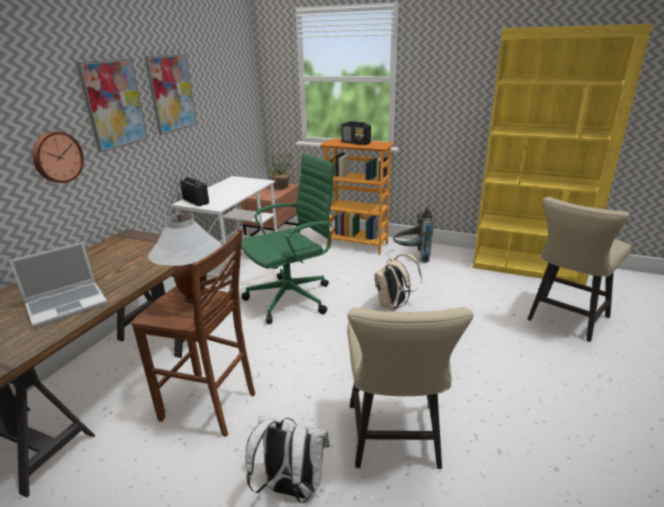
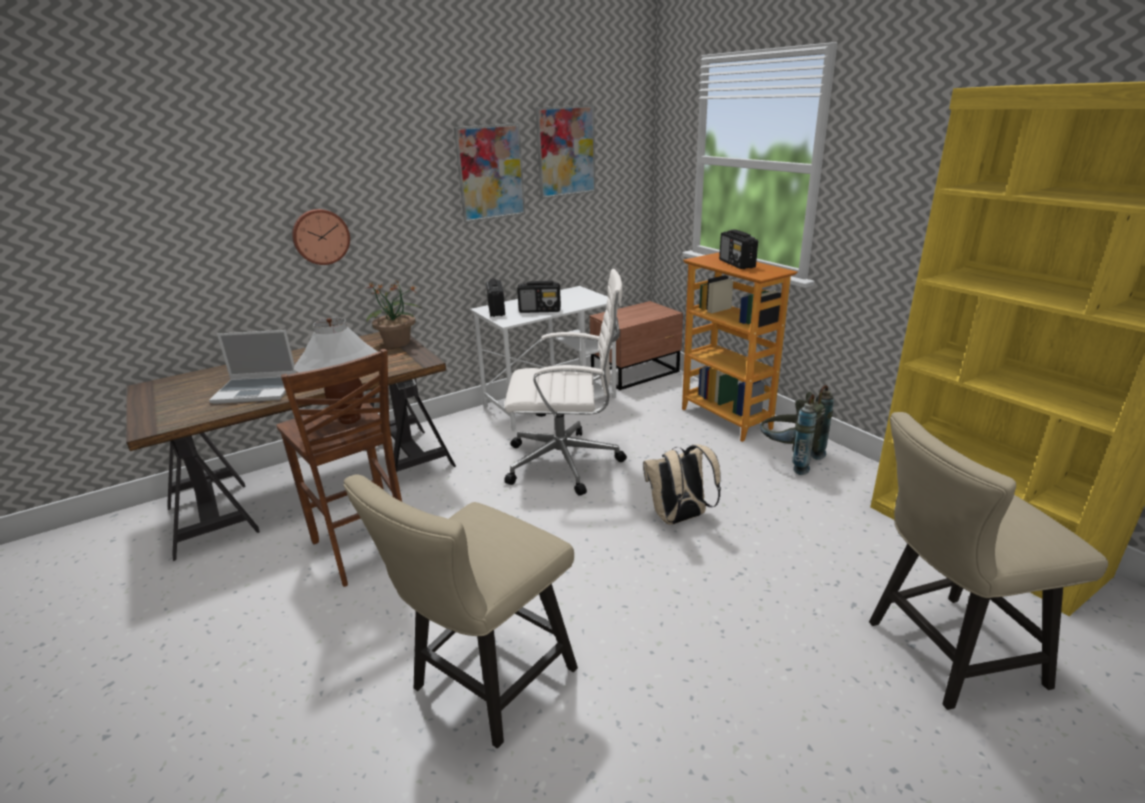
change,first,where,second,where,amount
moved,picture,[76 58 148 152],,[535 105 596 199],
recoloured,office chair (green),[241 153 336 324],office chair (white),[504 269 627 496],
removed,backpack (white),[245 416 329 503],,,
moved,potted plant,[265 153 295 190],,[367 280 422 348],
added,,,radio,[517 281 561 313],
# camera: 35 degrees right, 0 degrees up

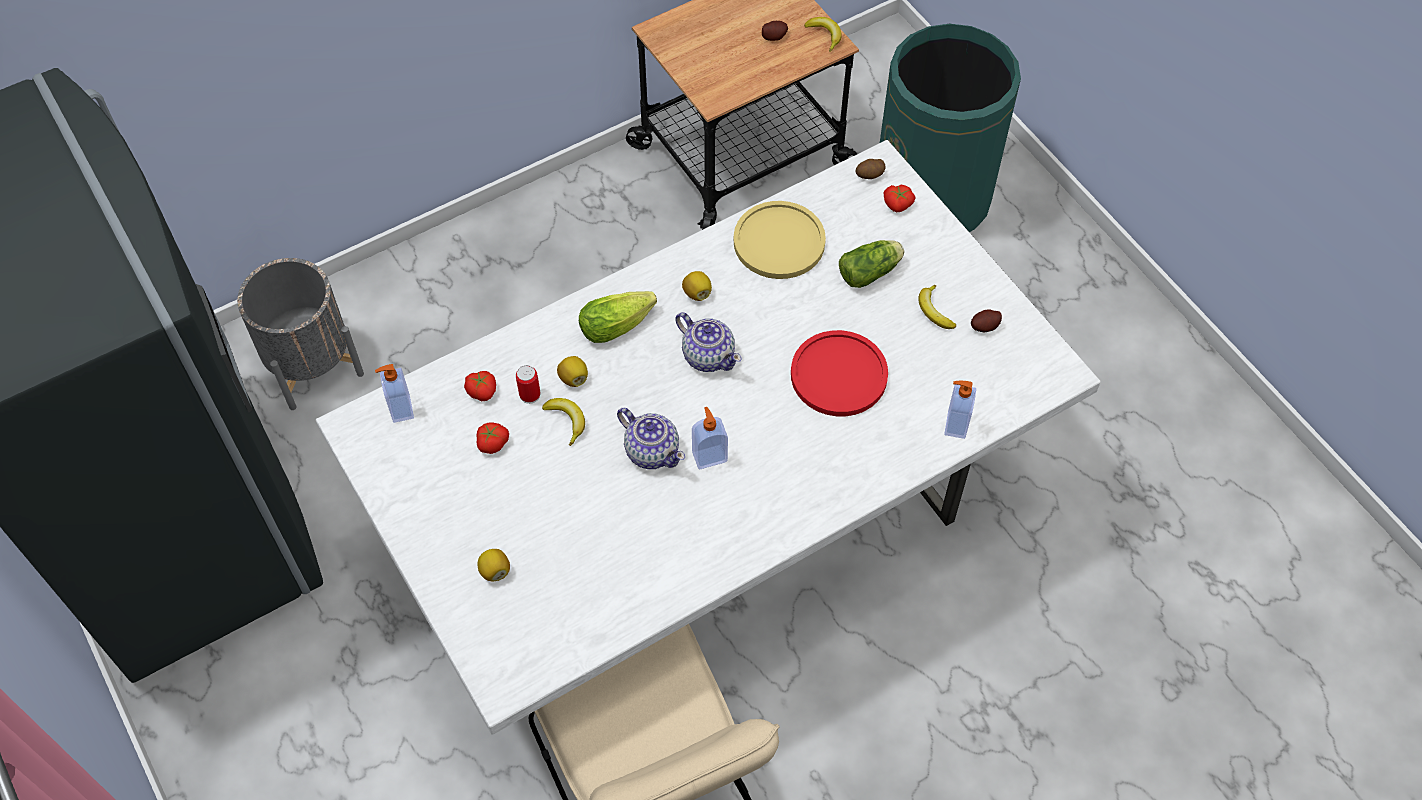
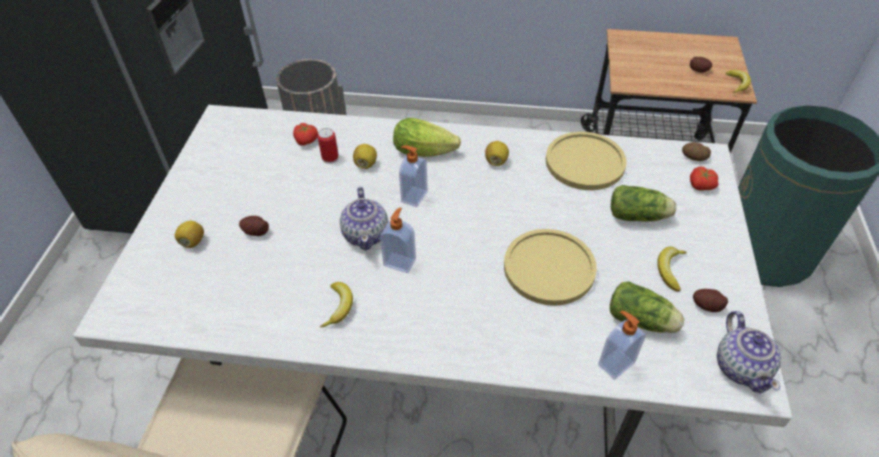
change,first,where,second,where,amount
moved,soap dispenser,[375 364 414 423],,[399 145 428 207],
removed,tomato,[476 423 509 454],,,
moved,banana,[542 398 585 446],,[320 282 353 327],
moved,teapot,[675 312 742 372],,[717 311 781 393],
recoloured,plate (red),[791 330 888 416],plate (yellow),[504 229 597 306],
added,,,potato,[239 216 269 236],
added,,,lettuce,[610 281 684 333],
# camera: 40 degrees right, 10 degrees down

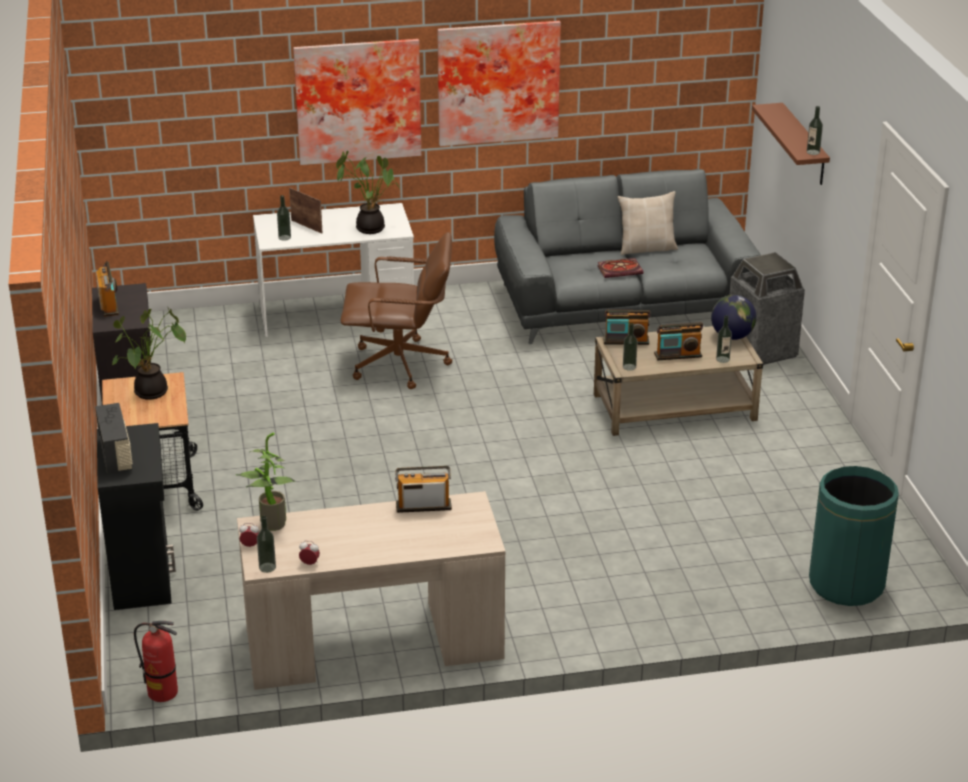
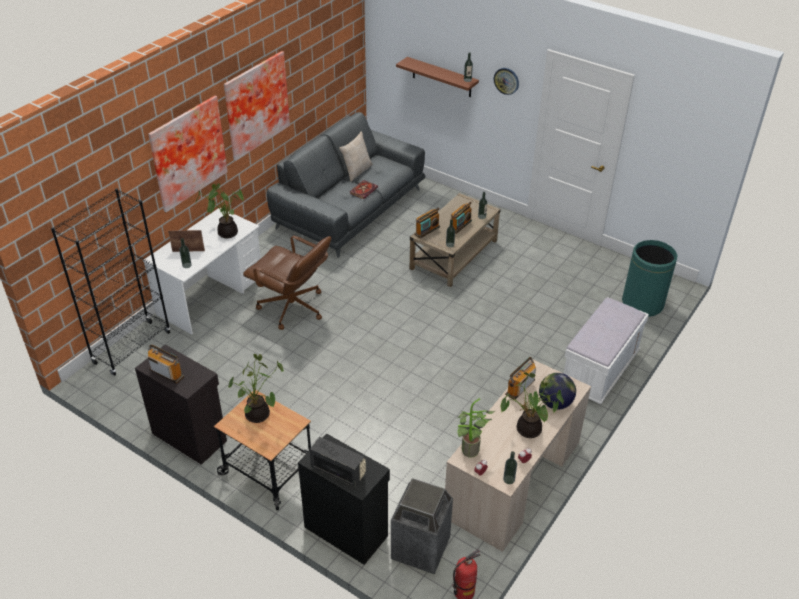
change,first,where,second,where,amount
turned,office chair (brown),[340 232 452 389],,[243 236 331 330],75 degrees clockwise
moved,globe,[711 295 757 340],,[539 373 576 410],
moved,trash can,[730 252 805 365],,[391 478 453 574],
added,,,bookcase (black),[51 189 171 376],
added,,,wall clock,[494 68 519 95],
added,,,potted plant,[501 372 564 438],
added,,,bench (white),[564 297 649 404],
# camera: 45 degrees left, 10 degrees up

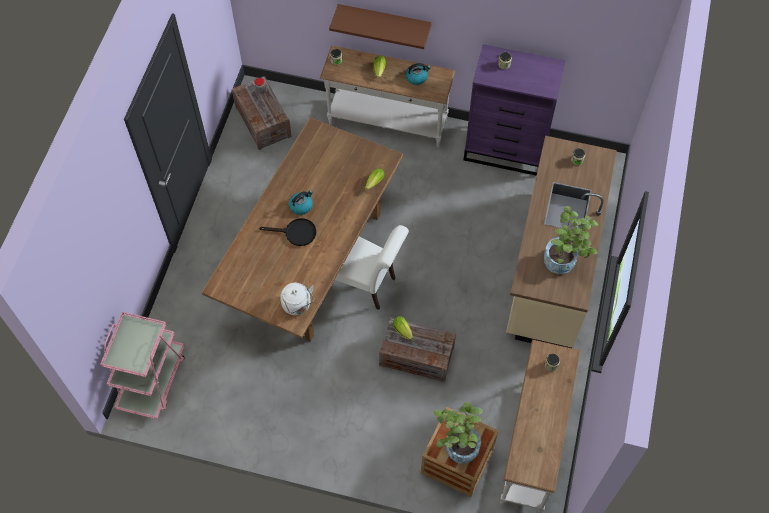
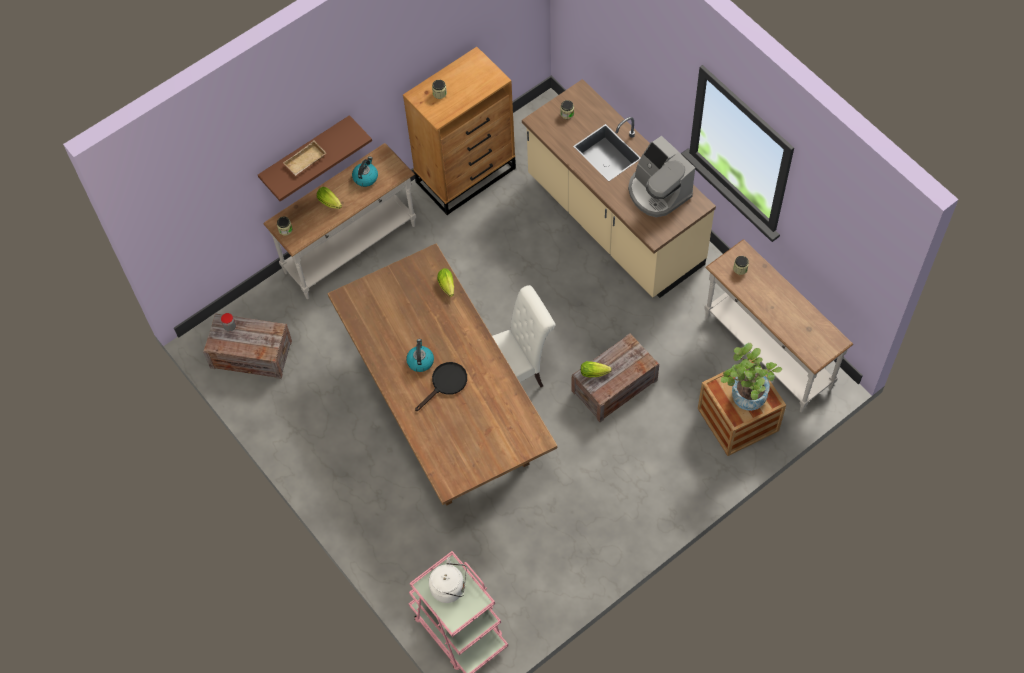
change,first,where,second,where,amount
moved,kettle (white),[280 283 314 315],,[429 557 467 603],
recoloured,dresser (purple),[464 44 565 176],dresser (brown),[403 47 516 215],
replaced,potted plant,[544 206 598 274],coffee machine,[628 136 695 217],
added,,,tray (beige),[283 141 326 176],
# camera: 50 degrees left, 0 degrees up

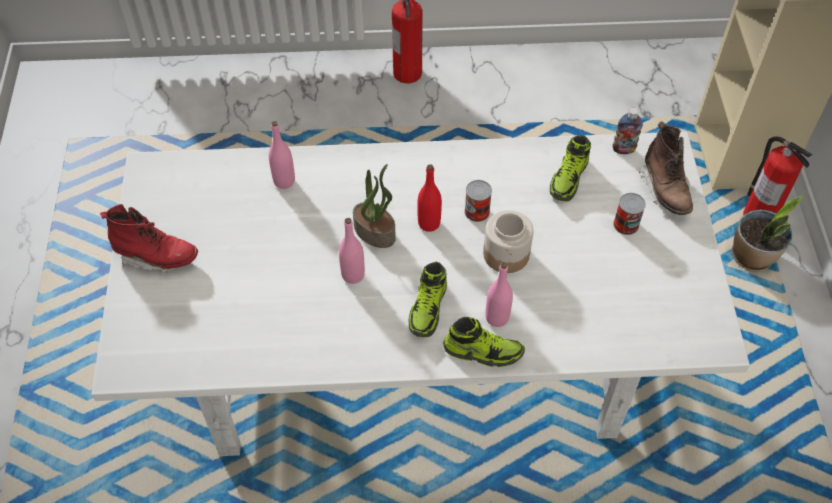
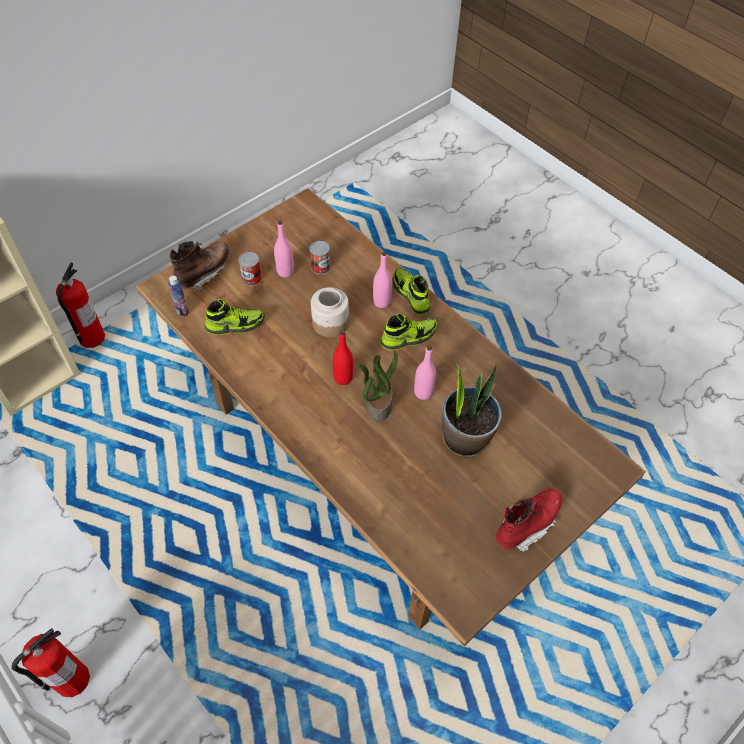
change,first,where,second,where,amount
recoloured,dining table (white),[91 132 750 456],dining table (brown),[136 188 646 646],
turned,boot (red),[100 204 198 273],,[496 488 563 553],75 degrees clockwise
moved,bottle (pink),[269 121 295 189],,[274 221 294 277],
moved,can,[464 180 492 222],,[310 241 330 274],
moved,potted plant,[732 195 805 271],,[442 363 502 457],
# camera: 130 degrees left, 0 degrees up

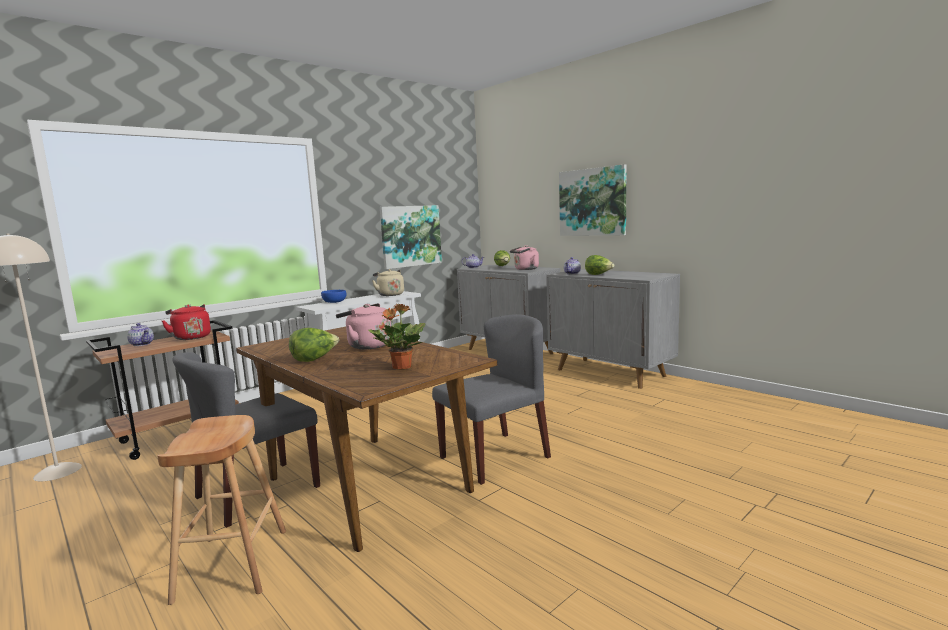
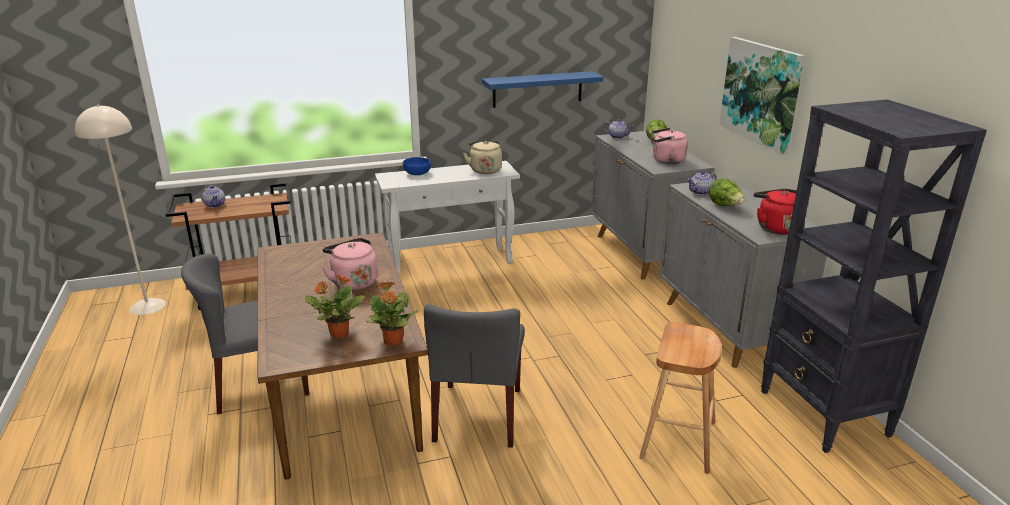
change,first,where,second,where,amount
moved,stool (brown),[157 415 286 605],,[639 322 722 474],
moved,kettle (red),[162 304 211 340],,[754 189 797 235],
removed,lettuce,[289 328 339 362],,,
replaced,picture,[380 205 442 269],shelf (blue),[482 71 603 108],
turned,chair (grey),[432 314 551 485],,[424 304 525 448],105 degrees clockwise
added,,,potted plant,[366 281 419 345],
added,,,bookcase (black),[761 99 987 453],
# camera: 25 degrees right, 15 degrees up

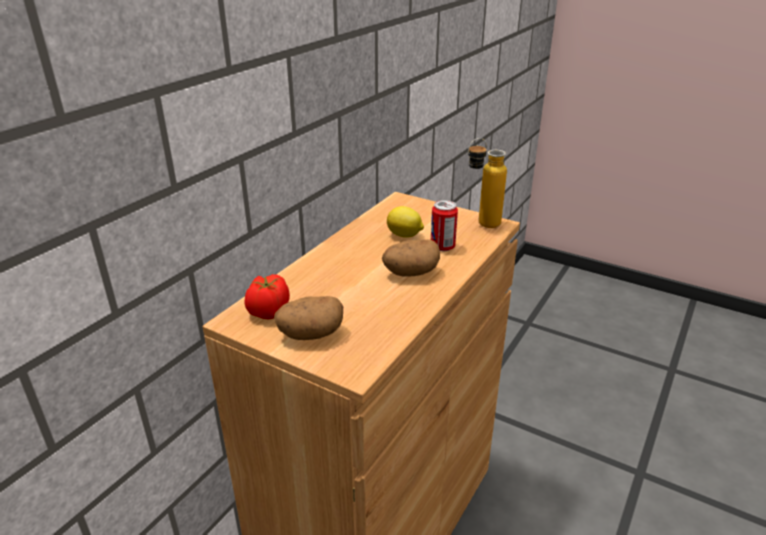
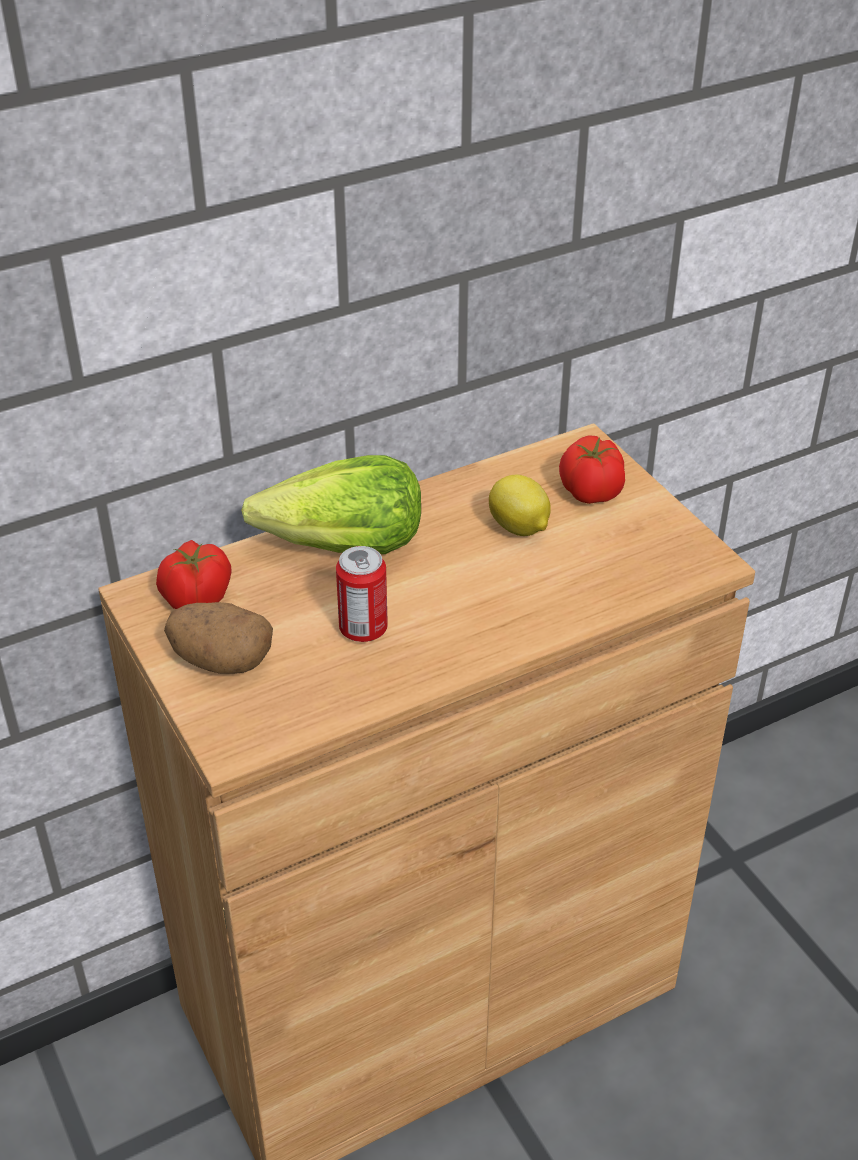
change,first,where,second,where,amount
removed,potato,[382 240 440 277],,,
moved,can,[431 200 458 251],,[336 546 388 642],
removed,bottle,[468 138 507 228],,,
added,,,lettuce,[241 455 421 554],
added,,,tomato,[559 435 625 504],
# camera: 30 degrees right, 10 degrees up

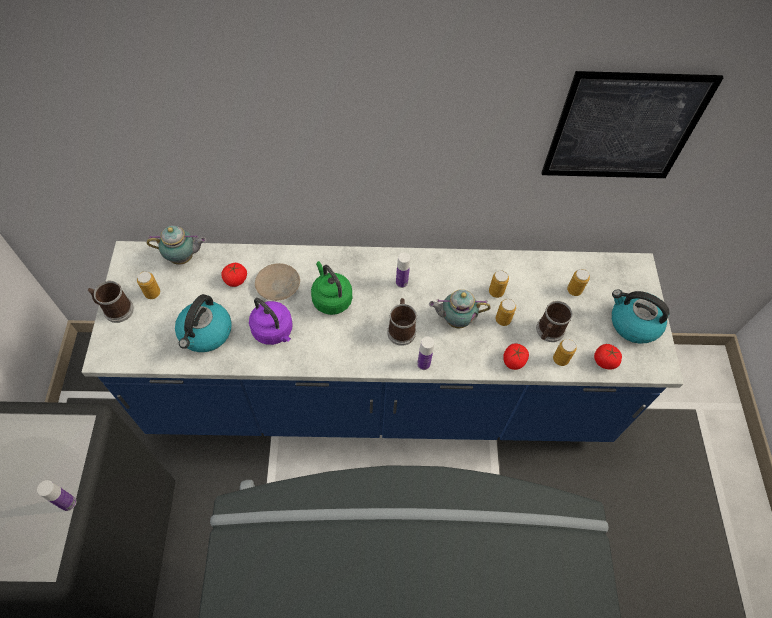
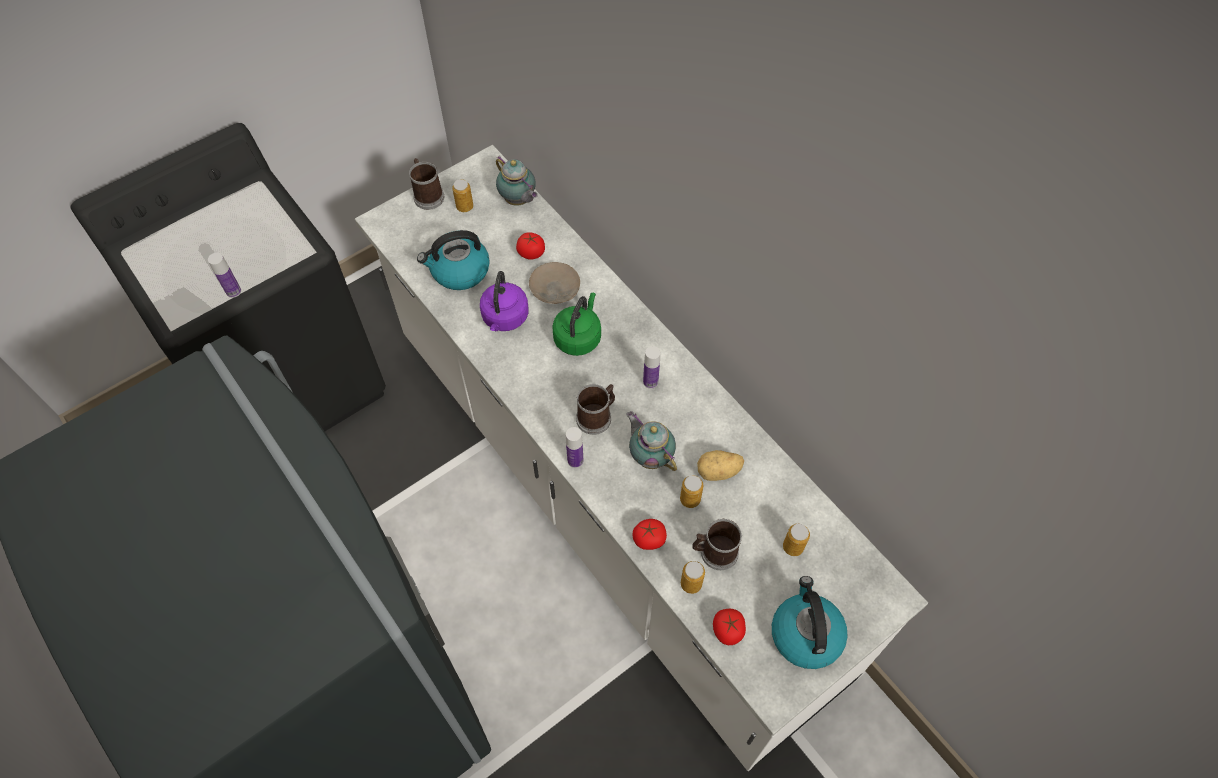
change,first,where,second,where,amount
recoloured,counter (blue),[82 241 684 442],counter (white),[355 145 928 771],
replaced,can,[489 270 509 298],potato,[697 450 744 481],
removed,picture,[541 71 723 178],,,
# camera: 55 degrees right, 0 degrees up

